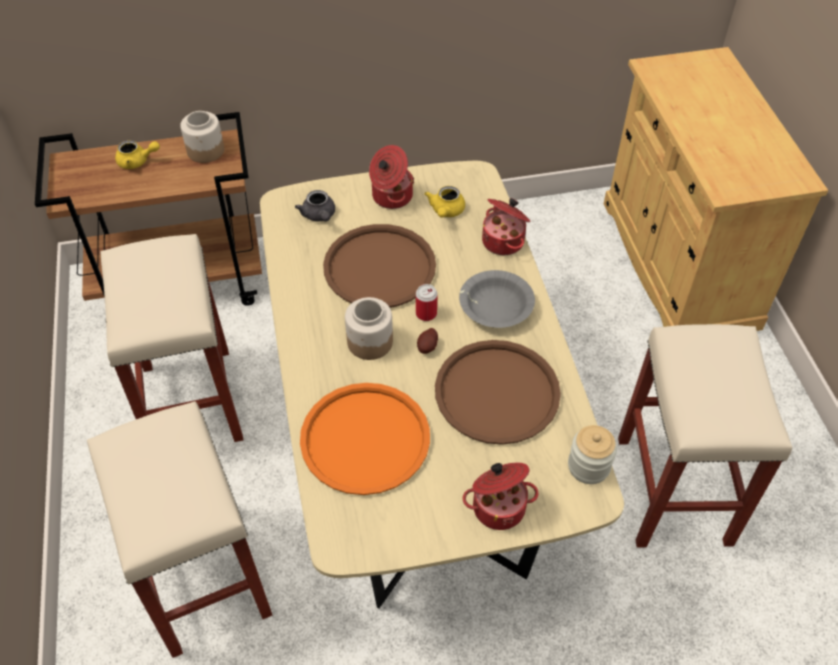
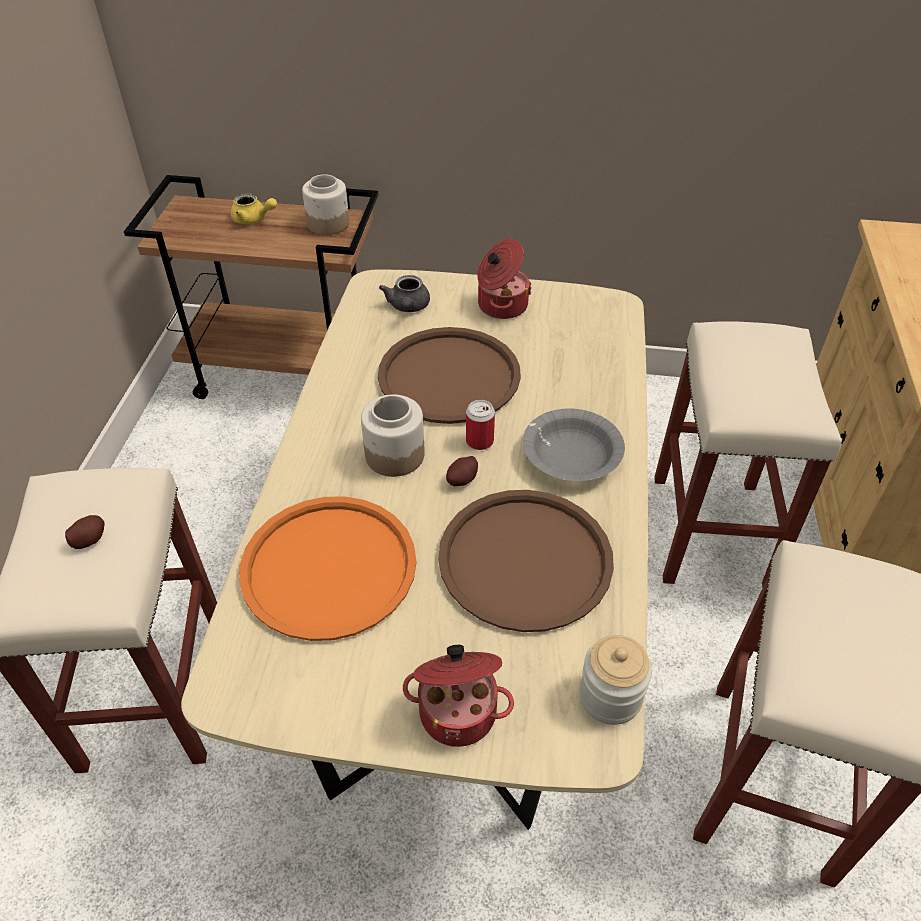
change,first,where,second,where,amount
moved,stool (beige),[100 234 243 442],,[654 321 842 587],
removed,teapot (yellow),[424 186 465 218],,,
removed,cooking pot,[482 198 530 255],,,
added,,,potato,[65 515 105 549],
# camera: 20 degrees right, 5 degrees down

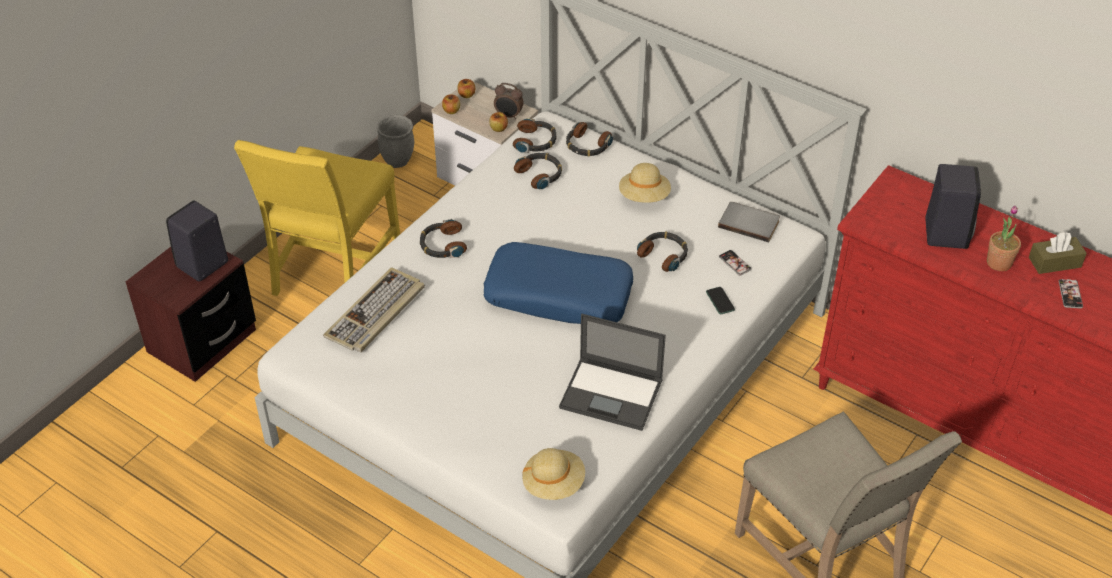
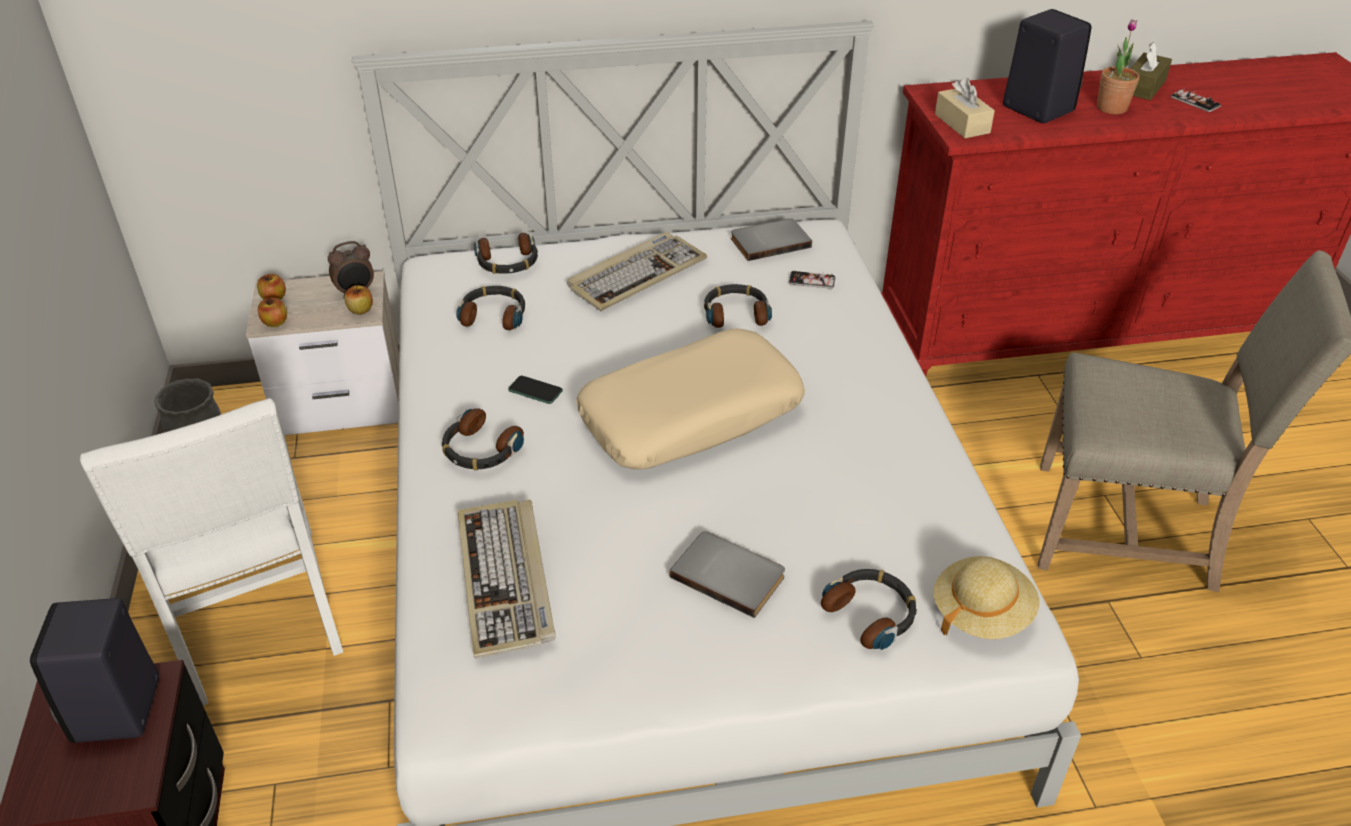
change,first,where,second,where,amount
recoloured,chair (yellow),[234 140 400 296],chair (white),[80 398 343 706],
recoloured,pillow (blue),[483 242 633 324],pillow (beige),[576 329 805 469],
moved,headphones,[513 118 557 153],,[821 569 917 650],
removed,laptop,[559 314 666 431],,,
replaced,hat (beige),[619 163 671 203],keyboard,[567 232 707 311],
moved,phone,[706 287 735 314],,[508 376 563 404],
added,,,book (grey),[669 531 785 618],
added,,,tissue box (beige),[935 78 995 138],
# camera: 45 degrees left, 5 degrees down

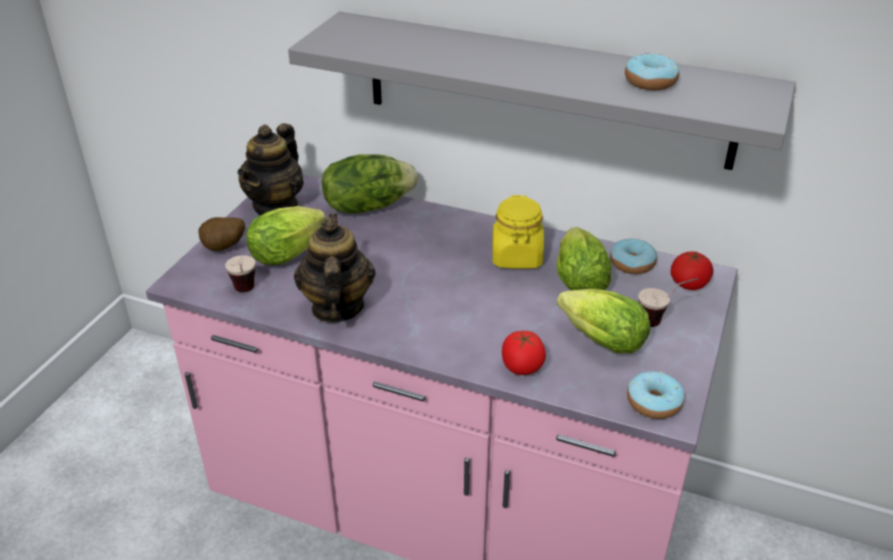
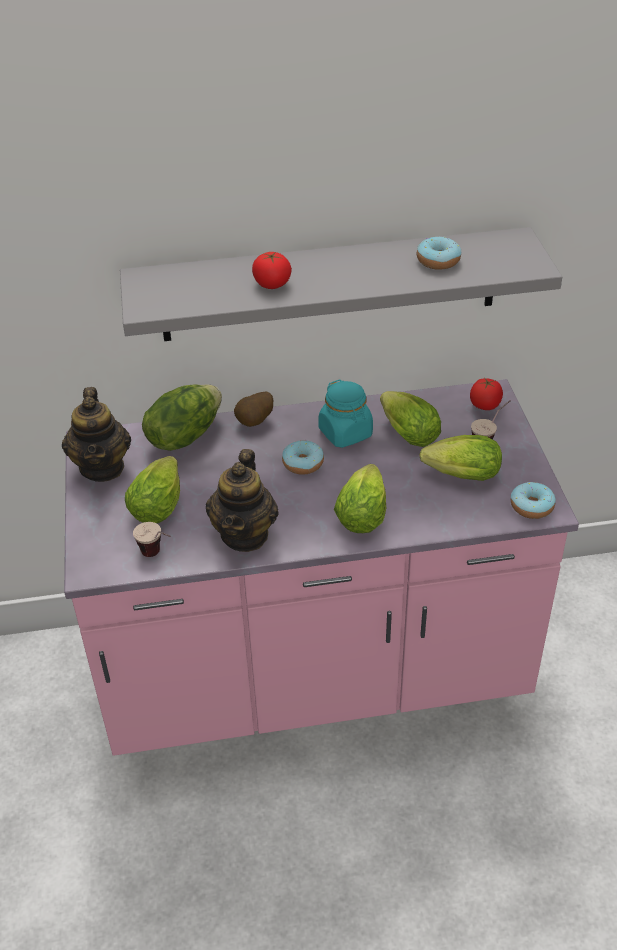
change,first,where,second,where,amount
moved,potato,[198 217 245 251],,[234 392 273 427],
turned,teapot,[294 213 376 323],,[206 449 278 552],135 degrees counterclockwise
recoloured,jar (yellow),[492 195 544 269],jar (turquoise),[318 379 373 448],
moved,tomato,[502 331 546 375],,[252 252 292 289],
moved,donut,[610 239 657 274],,[282 440 324 475],
added,,,lettuce,[334 464 386 533],
# camera: 30 degrees left, 5 degrees up

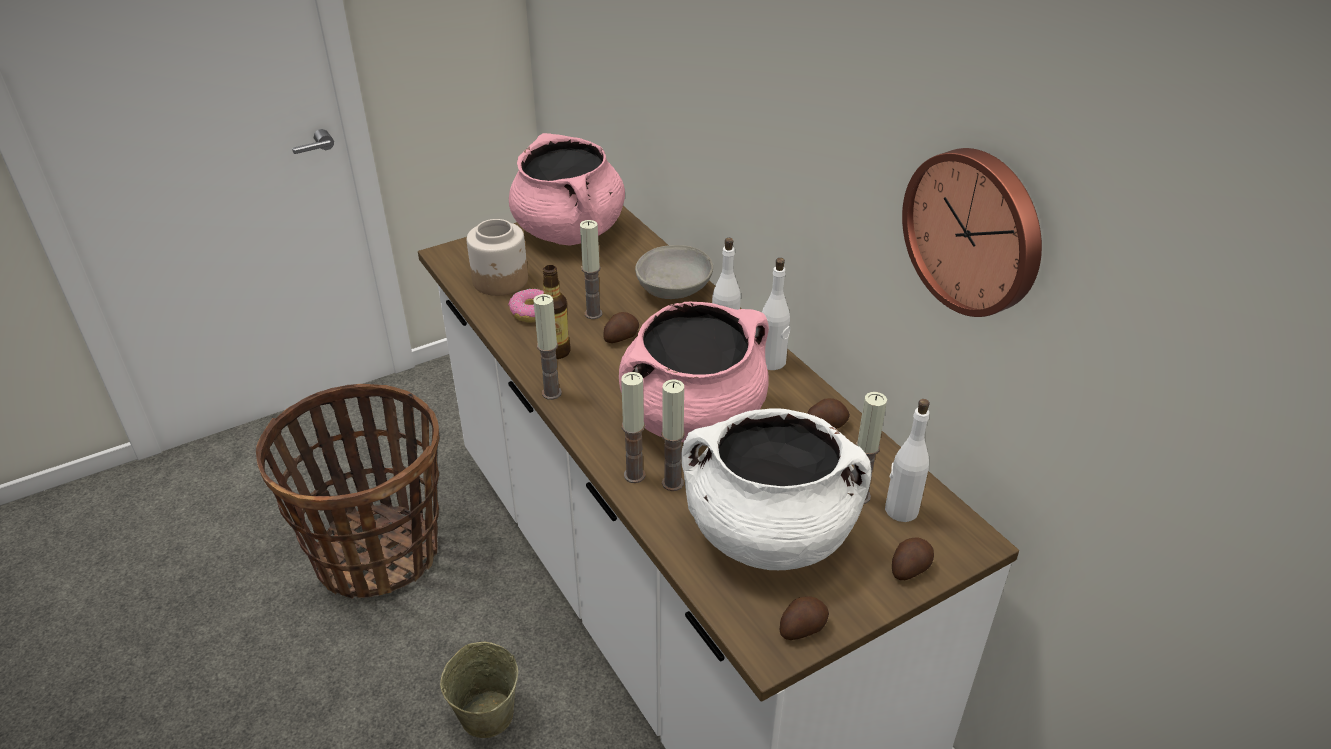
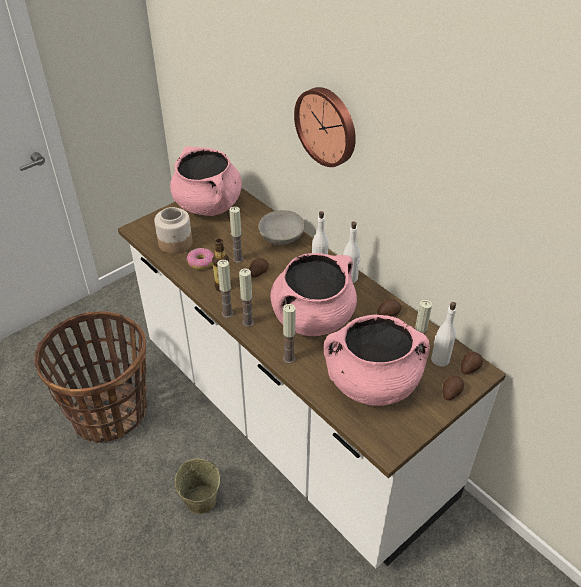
change,first,where,second,where,amount
moved,candle,[661 379 685 491],,[239 269 254 327],
recoloured,cooking pot (white),[682 408 871 570],cooking pot (pink),[324 315 430 406],
moved,potato,[779 596 829 640],,[461 352 483 374],
moved,wall clock,[902 148 1042 317],,[294 87 356 167],
# camera: 10 degrees left, 5 degrees up

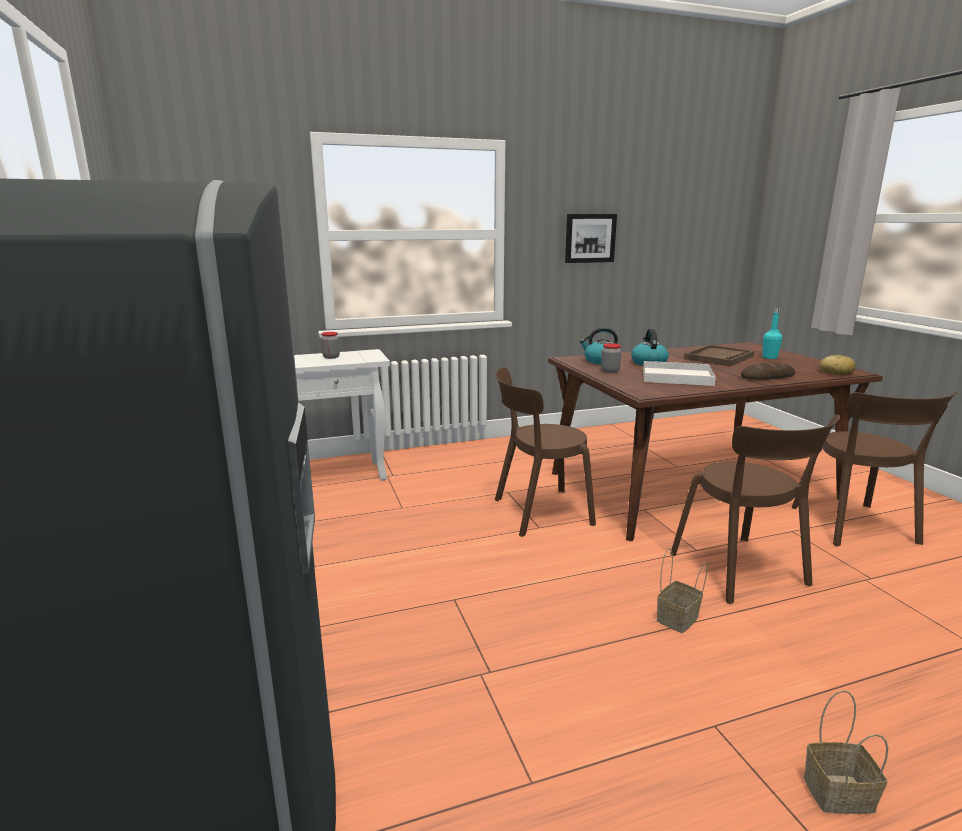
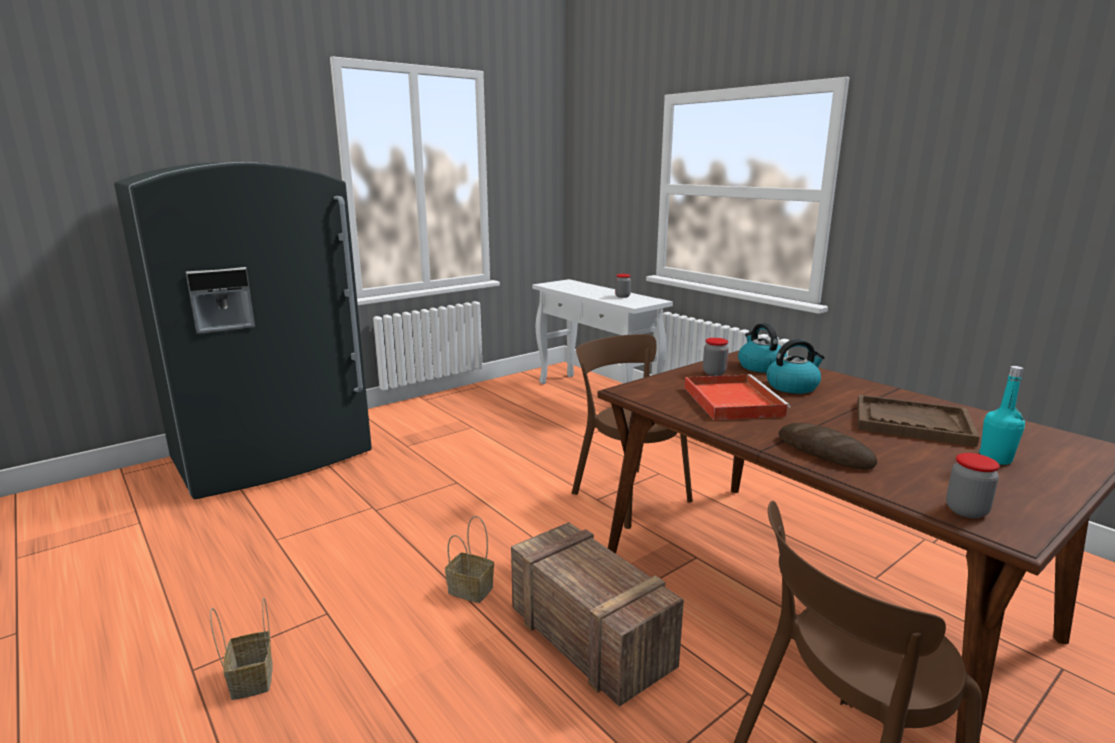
change,first,where,second,where,amount
removed,picture,[565 214 617 263],,,
recoloured,tray (white),[643 361 716 386],tray (red),[685 374 791 420],
replaced,chair (brown),[670 414 840 604],crate,[511 522 684 707],
replaced,bread,[820 355 856 375],jar,[946 453 1000 518],
# camera: 70 degrees right, 0 degrees up

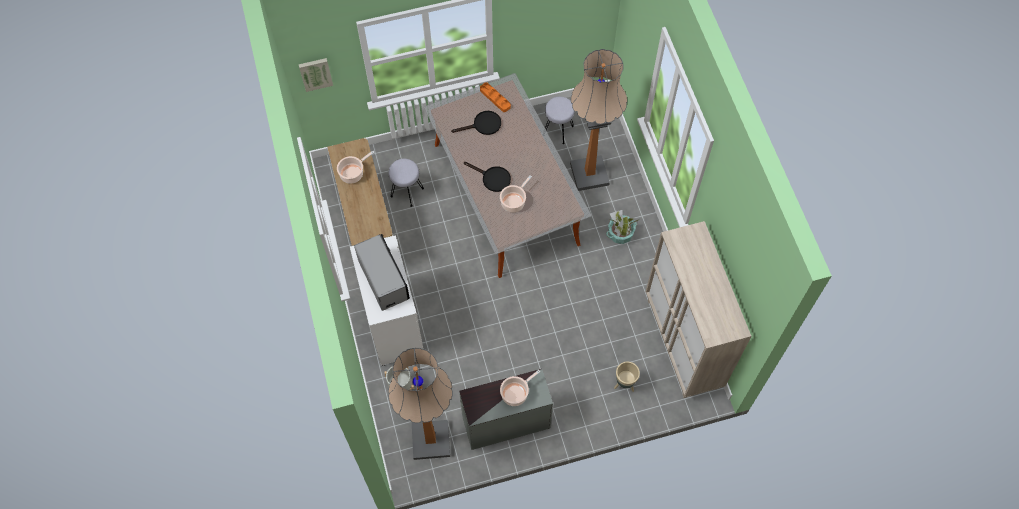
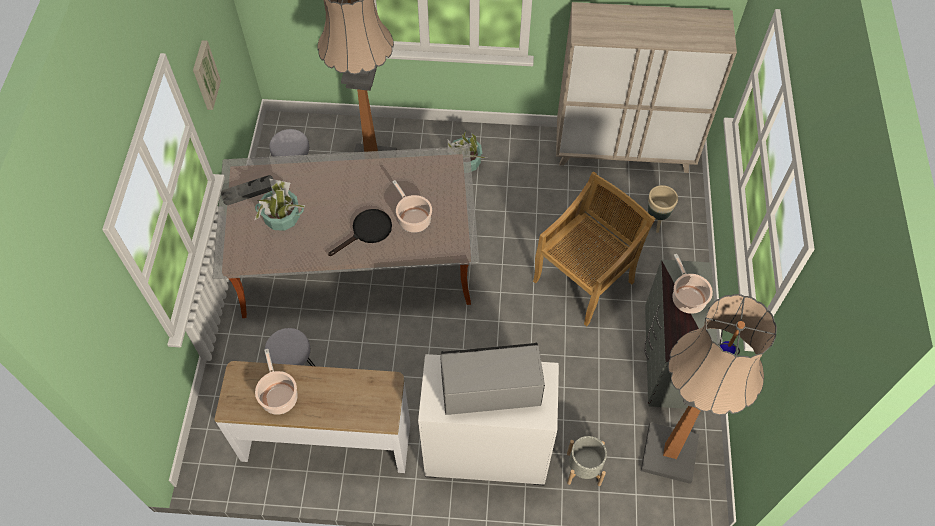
change,first,where,second,where,amount
moved,picture,[298 58 333 92],,[193 40 221 110],
replaced,frying pan (black),[451 111 501 135],potted plant,[254 179 305 231],
recoloured,tray (orange),[480 82 511 112],tray (grey),[221 175 273 205],
added,,,chair (beige),[533 172 656 327],
# camera: 70 degrees left, 5 degrees down

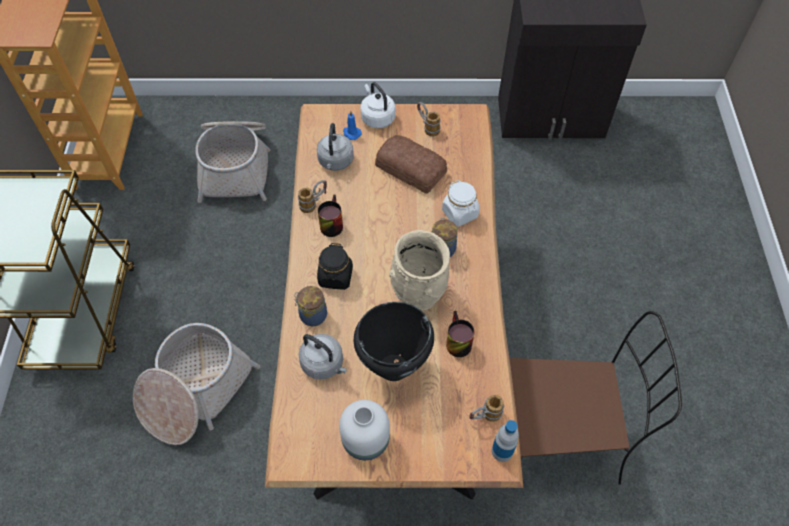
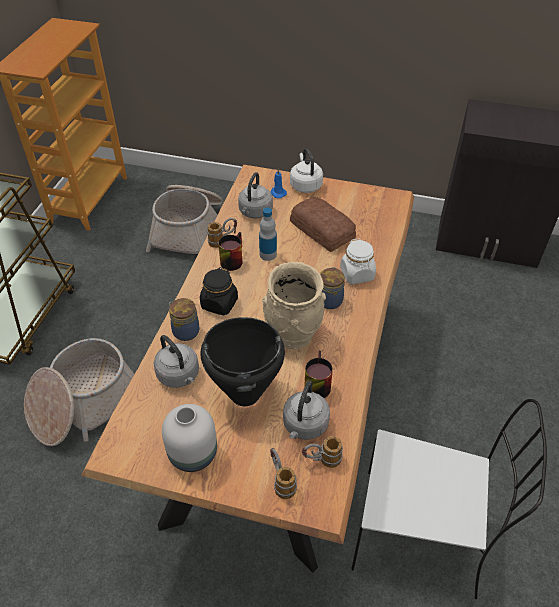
change,first,where,second,where,amount
moved,mug,[417 102 441 137],,[270 448 297 499],
moved,bottle,[491 420 519 462],,[259 207 277 261],
recoloured,chair (brown),[509 311 682 485],chair (white),[351 399 547 599],
added,,,kettle (grey),[283 381 330 440],
# camera: 15 degrees right, 10 degrees down

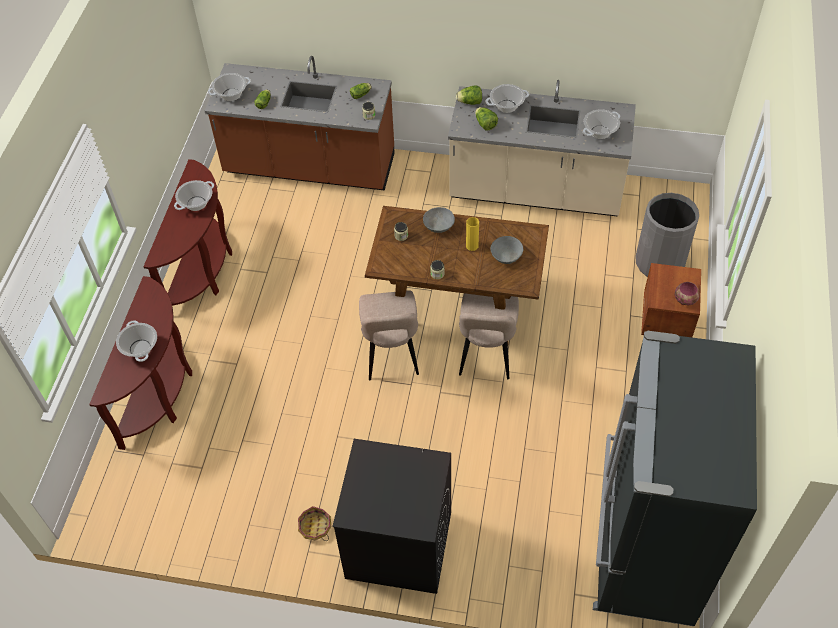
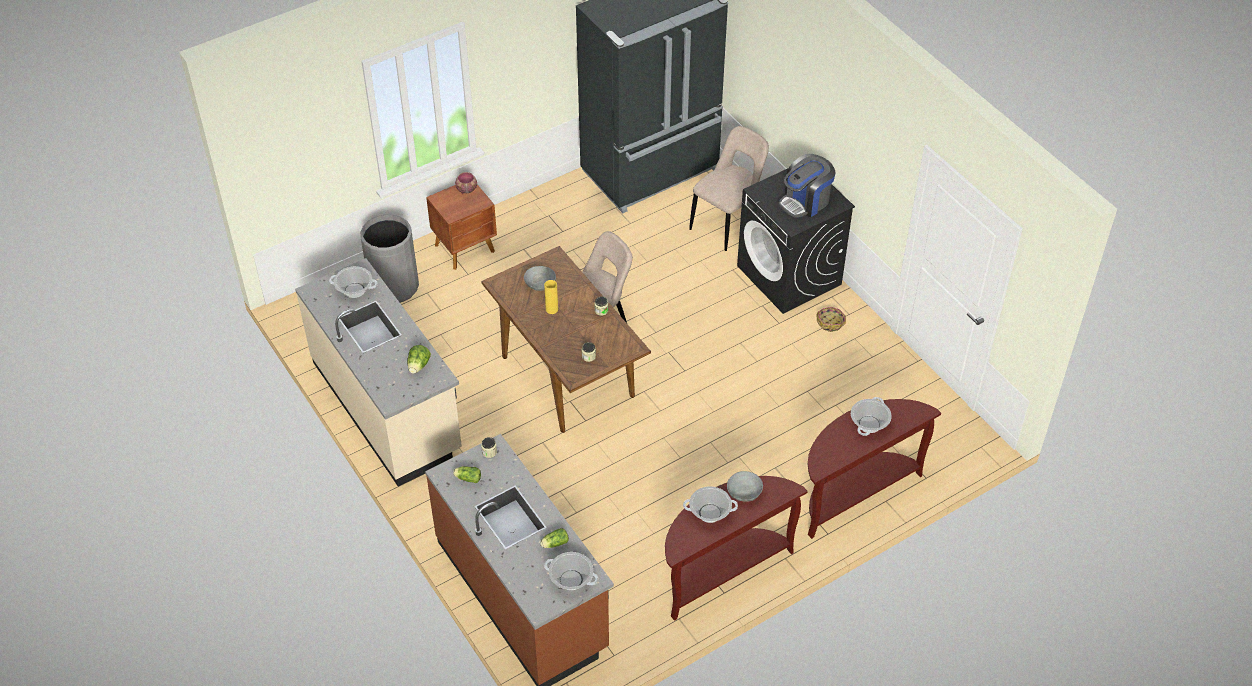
change,first,where,second,where,amount
moved,chair (beige),[359 290 419 380],,[689 126 769 251],
moved,bowl (grey),[423 207 455 233],,[727 471 763 502],
removed,lettuce,[456 85 482 105],,,
removed,cooking pot,[486 84 529 113],,,
added,,,coffee machine,[779 154 836 218],
# camera: 135 degrees left, 5 degrees down

